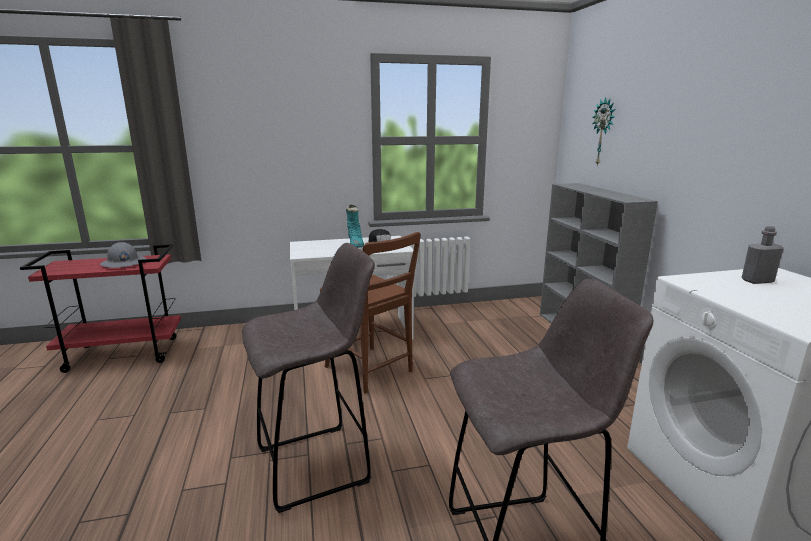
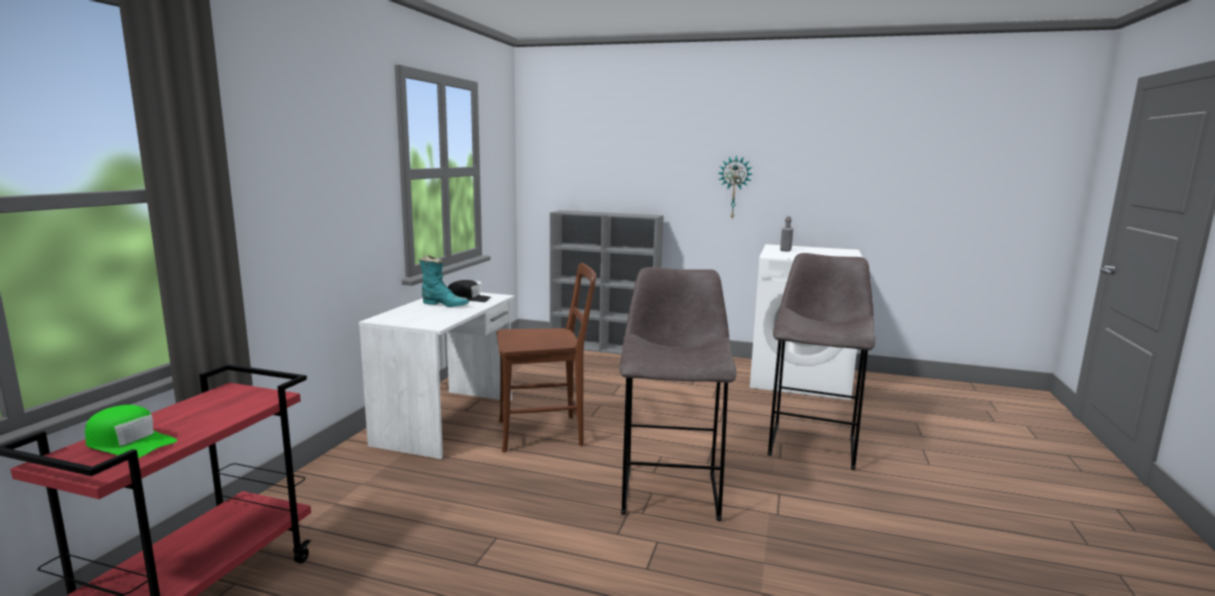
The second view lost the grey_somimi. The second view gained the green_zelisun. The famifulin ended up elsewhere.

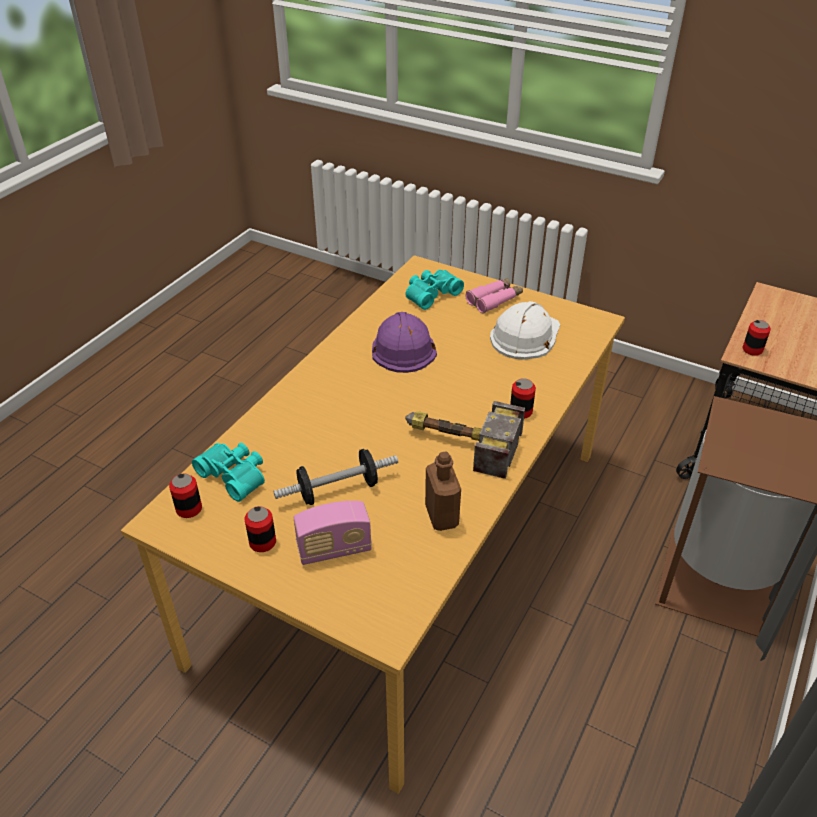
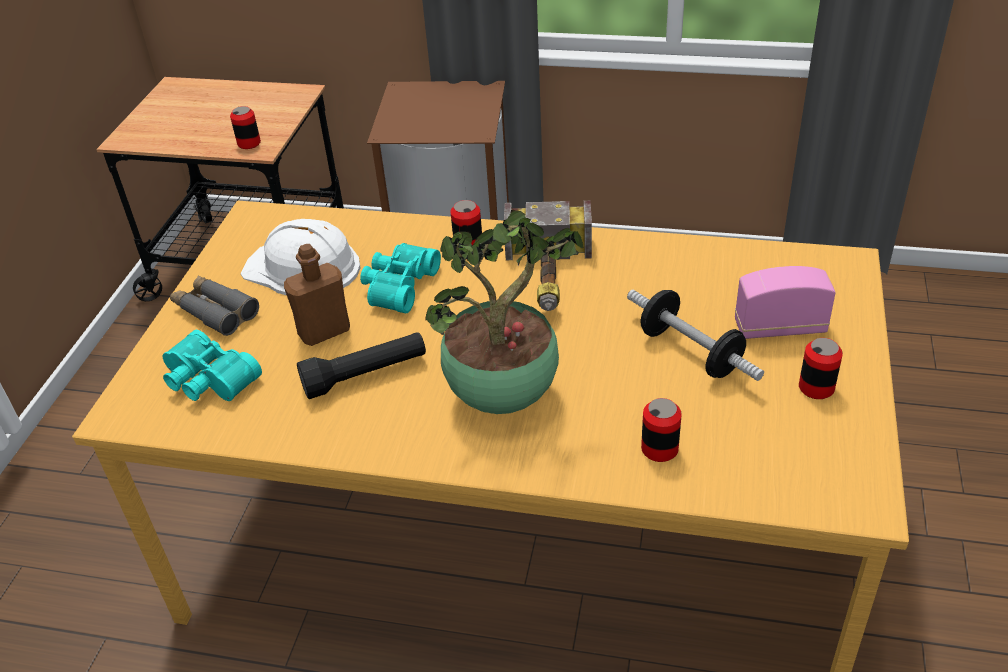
The second view gained the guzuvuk. The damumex (1st from left in the first image) ended up elsewhere. The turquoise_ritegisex (1st from left in the first image) ended up elsewhere. The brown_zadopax ended up elsewhere. Where the purple_somimi stood, the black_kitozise came to stand. What was the pink_ritegisex turned into the grey_ritegisex. The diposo ended up facing another way, 60 degrees counterclockwise from before.

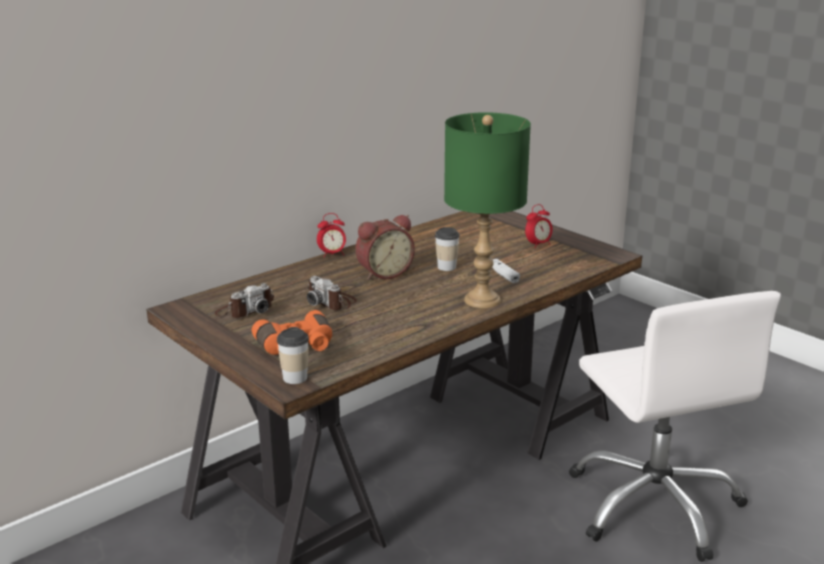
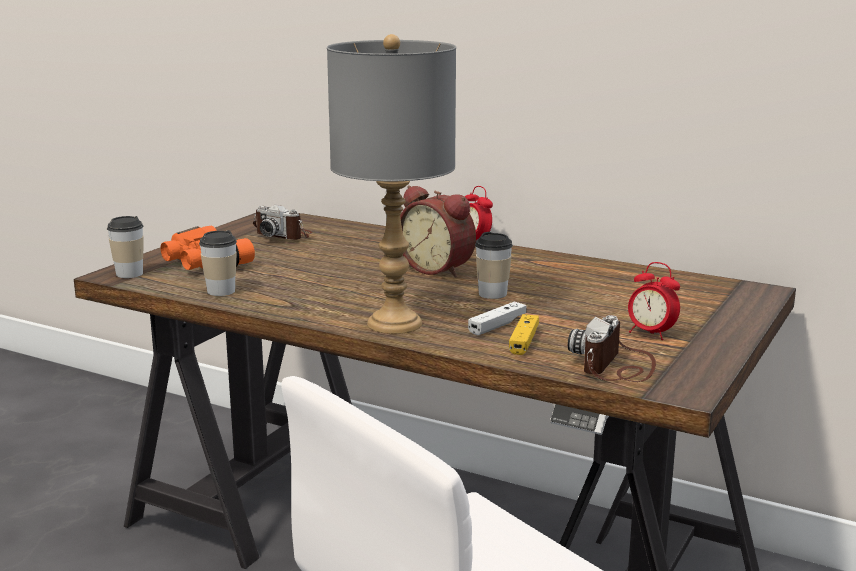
The second view gained the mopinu (2nd from left). The second view gained the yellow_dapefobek. The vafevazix (2nd from left) ended up elsewhere. What was the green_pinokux turned into the grey_pinokux.

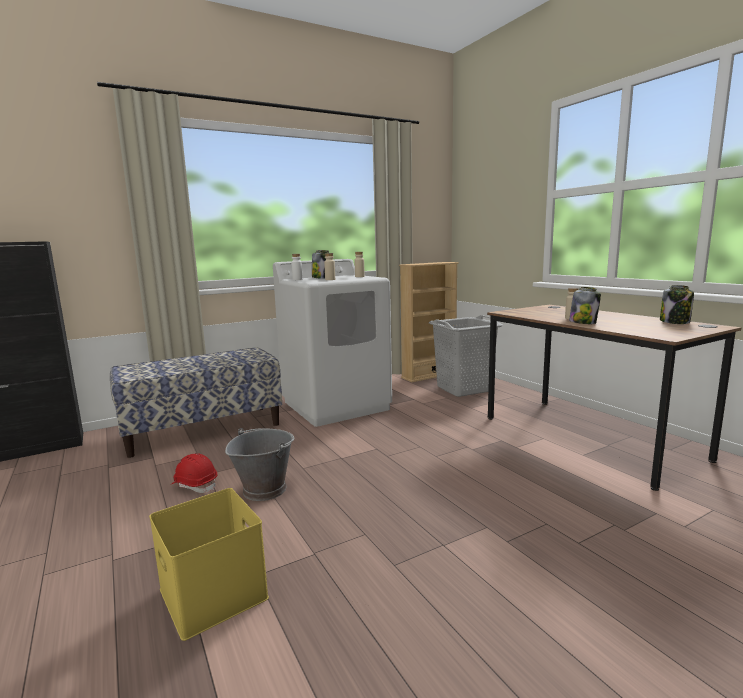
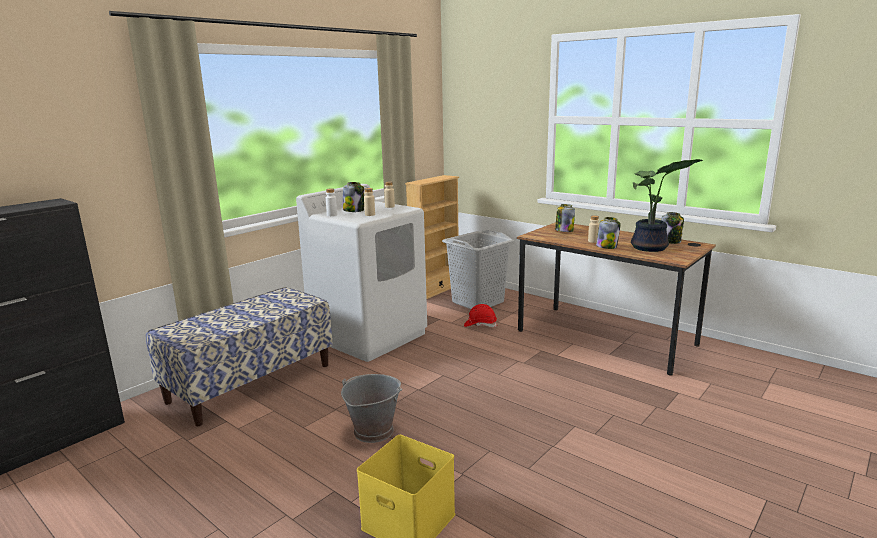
The second view gained the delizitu (2nd from left). The second view gained the guzuvuk. The red_somimi ended up elsewhere.

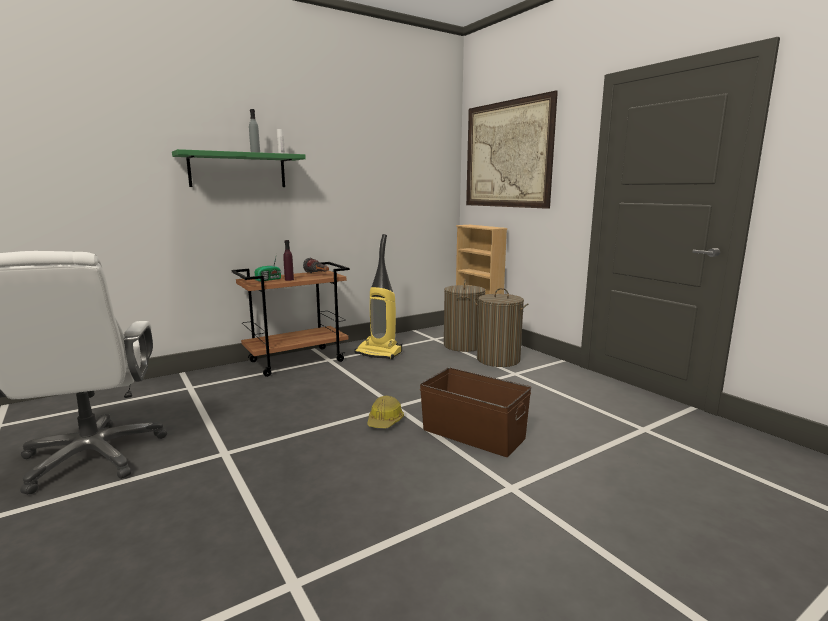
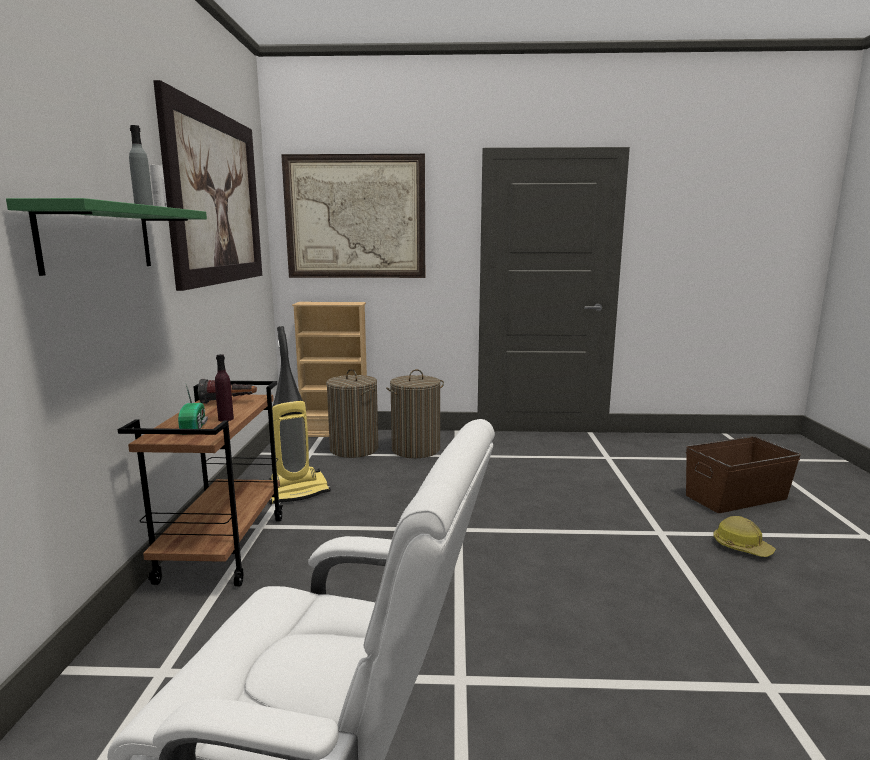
The second view gained the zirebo (1st from left). The somimi ended up elsewhere. The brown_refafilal ended up elsewhere.

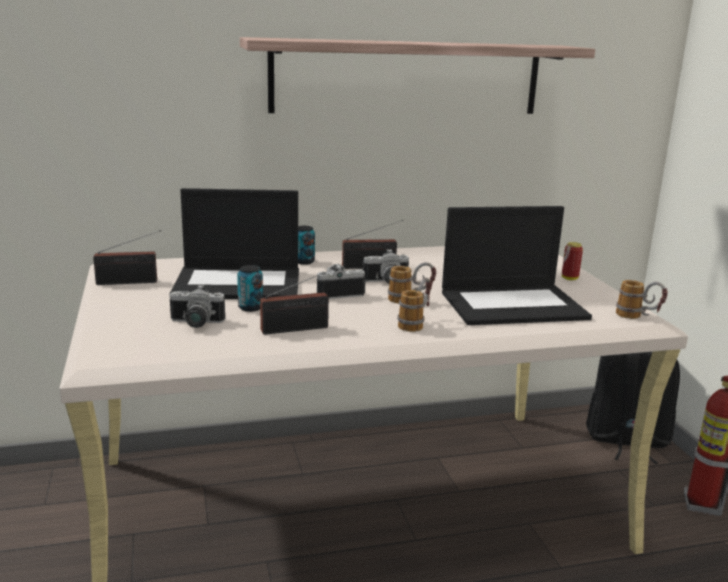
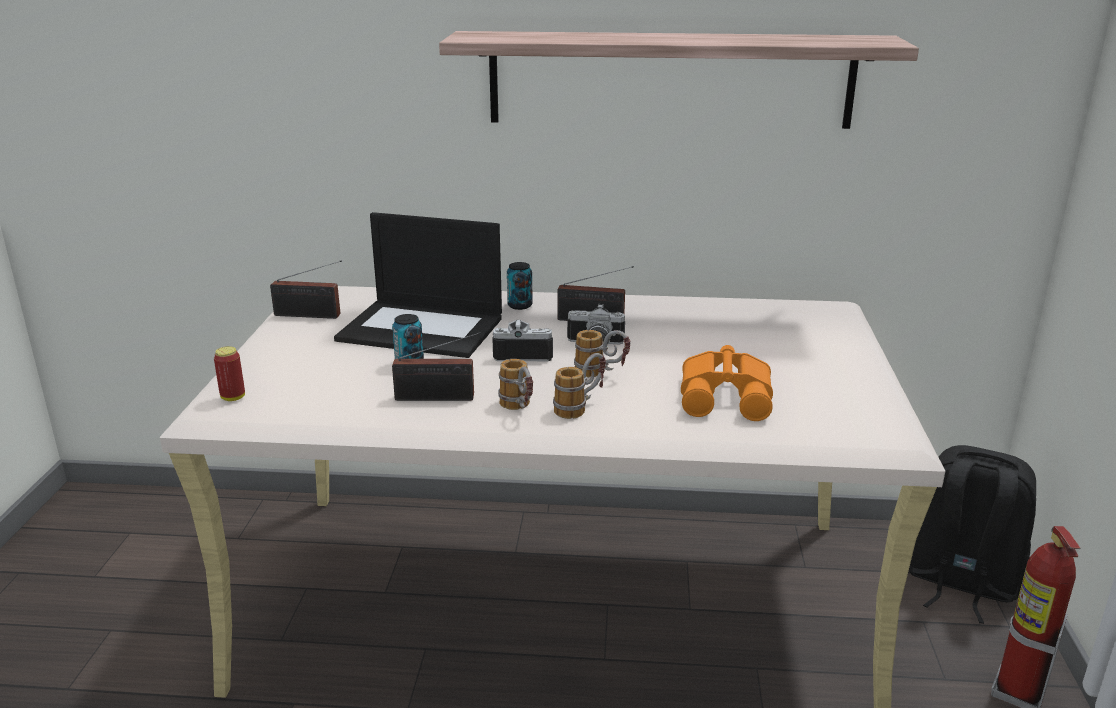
The second view lost the vafevazix (1st from left). The damumex (3rd from left in the first image) ended up elsewhere. The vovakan (3rd from left in the first image) ended up elsewhere. Where the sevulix (2nd from left) stood, the orange_ritegisex came to stand.

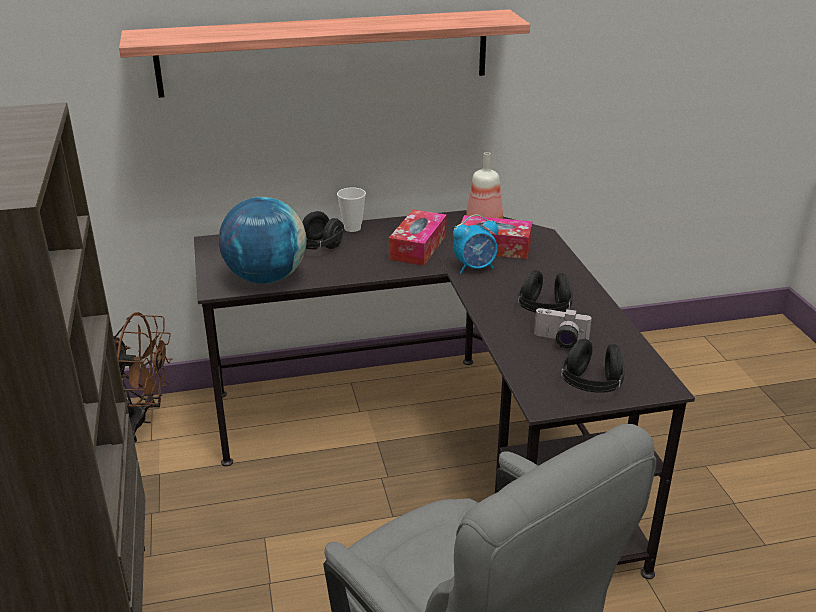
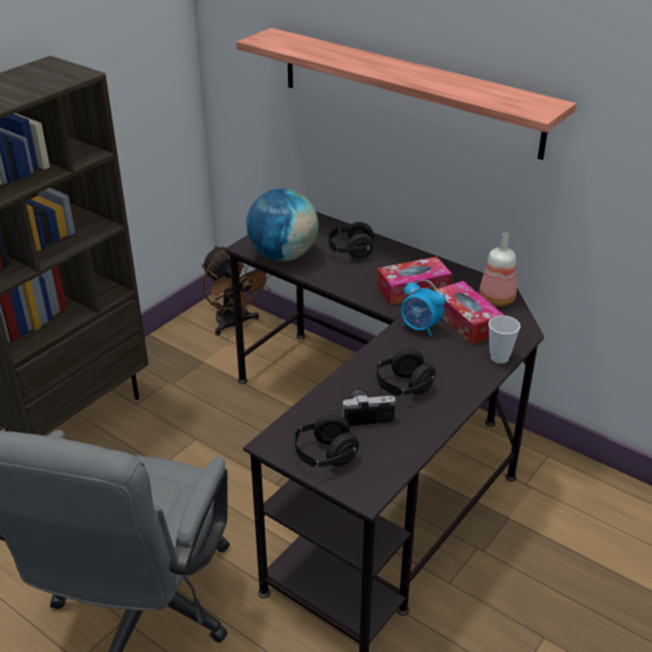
The mopinu ended up elsewhere. The vafevazix ended up facing another way, 105 degrees clockwise from before.

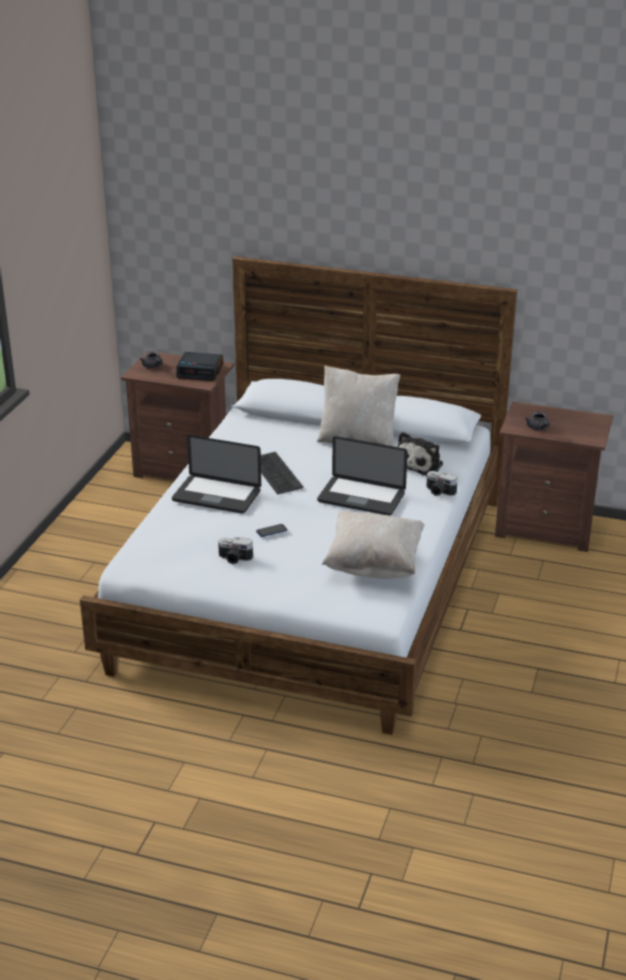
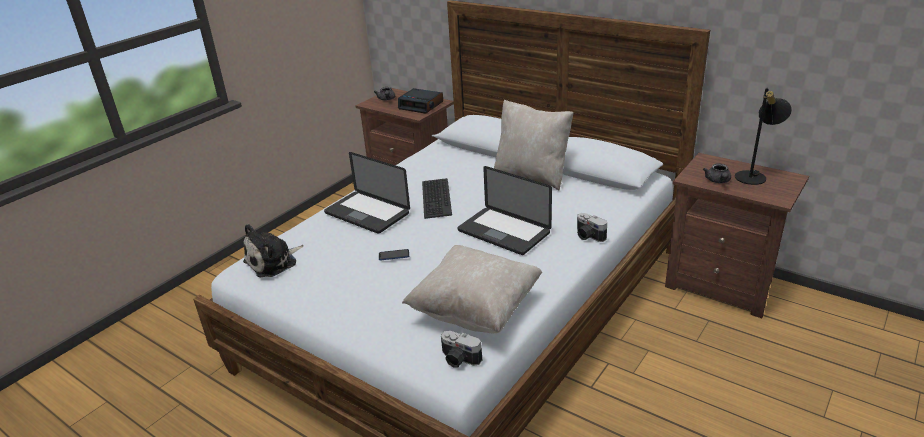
The second view gained the black_pinokux. The vafevazix (1st from left) ended up elsewhere. The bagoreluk ended up elsewhere.

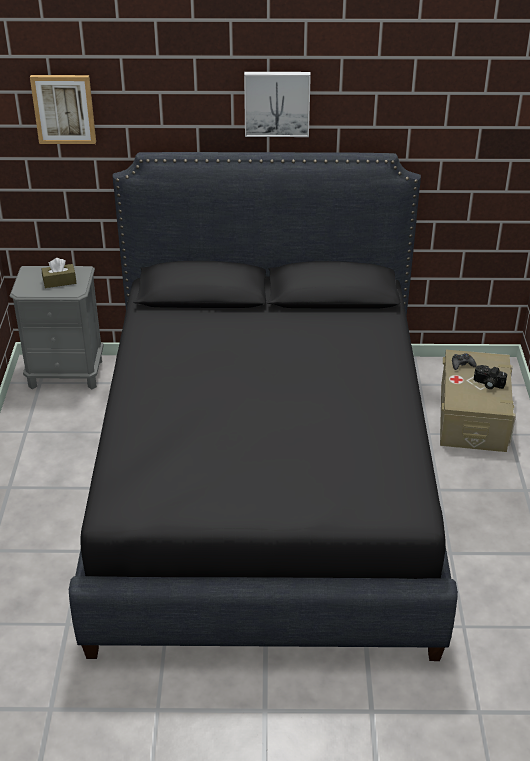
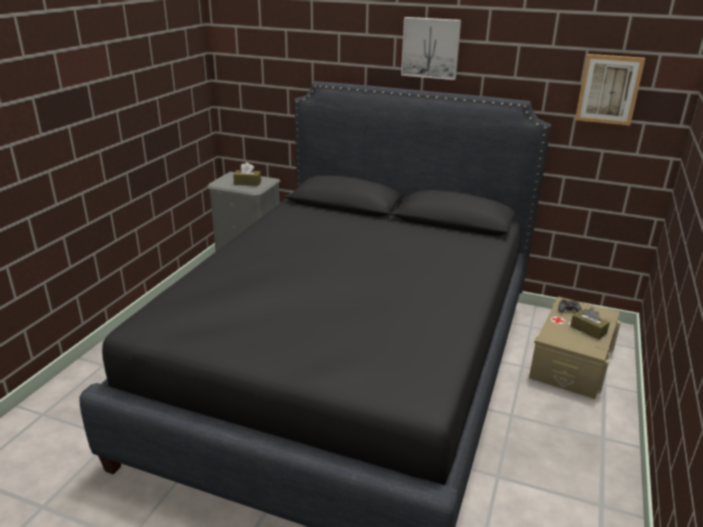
The zirebo (1st from left in the first image) ended up elsewhere. Where the vafevazix stood, the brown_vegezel (2nd from left) came to stand.

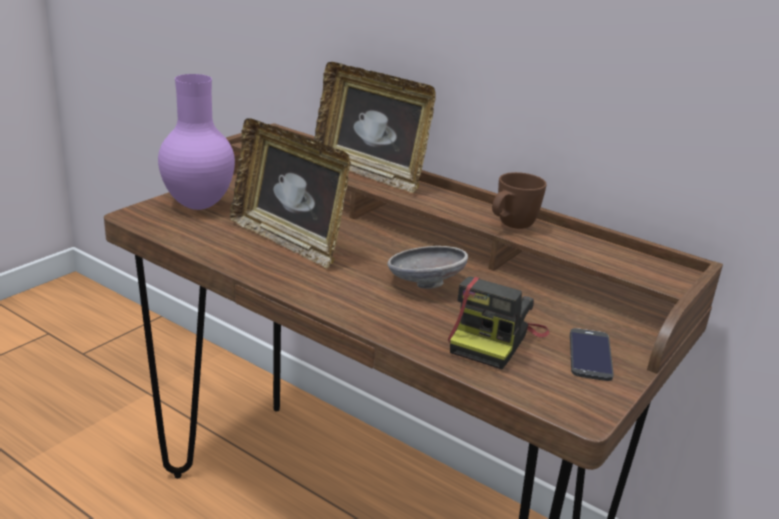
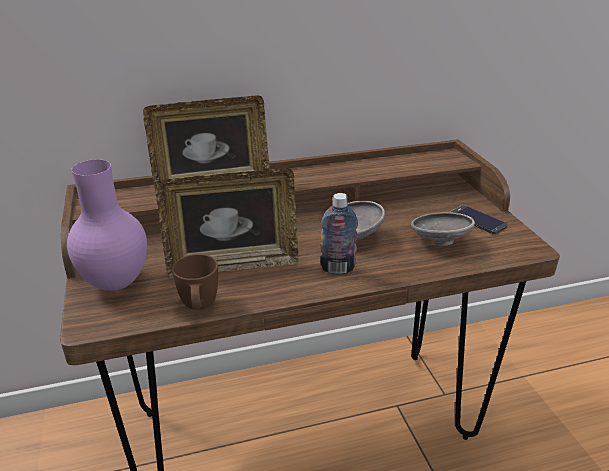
The second view gained the zadopax. The brown_vovakan ended up elsewhere. Where the vafevazix stood, the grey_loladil (2nd from left) came to stand.

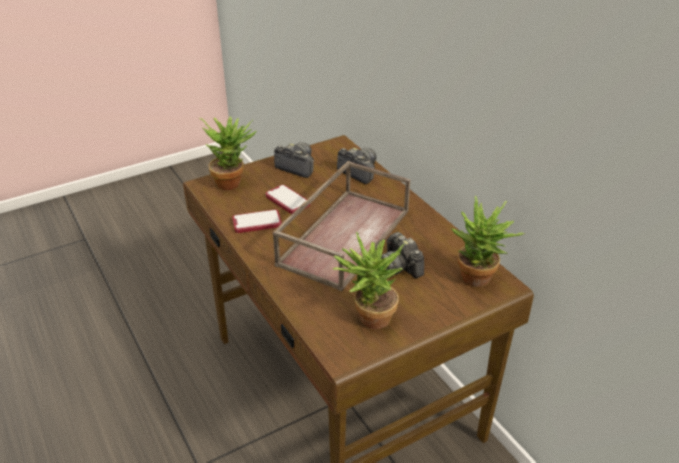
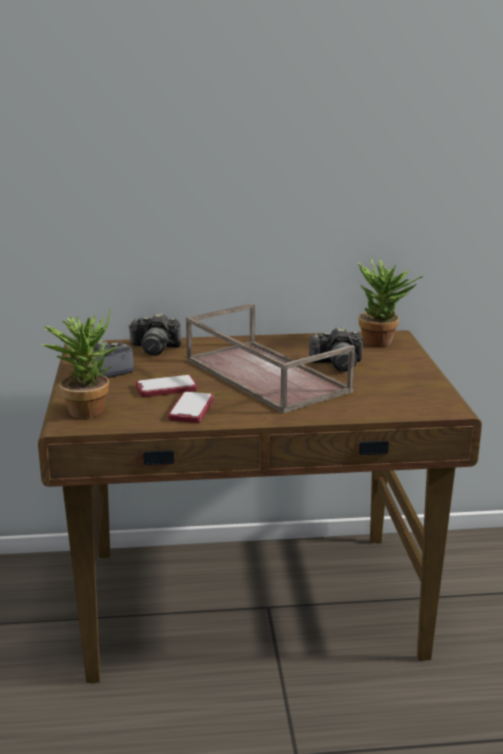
The second view lost the guzuvuk (2nd from left). The vafevazix (2nd from left) ended up facing another way, 150 degrees counterclockwise from before.

